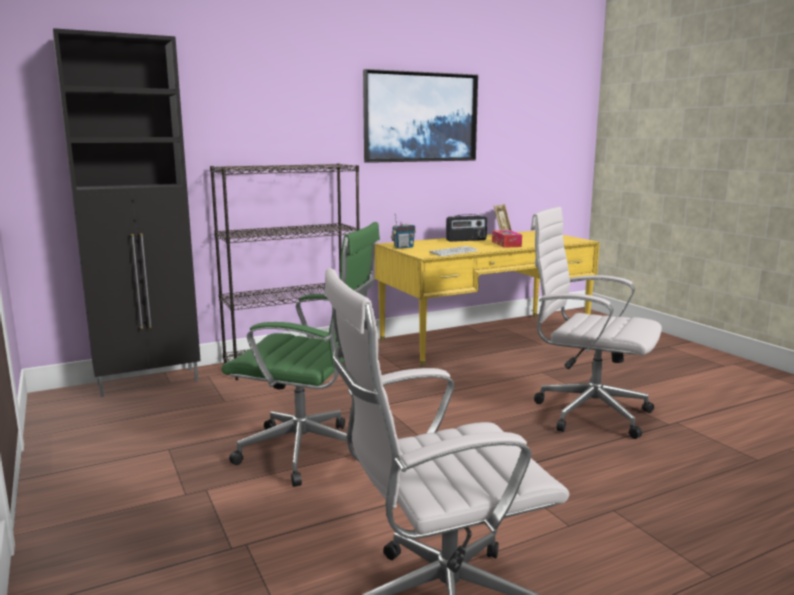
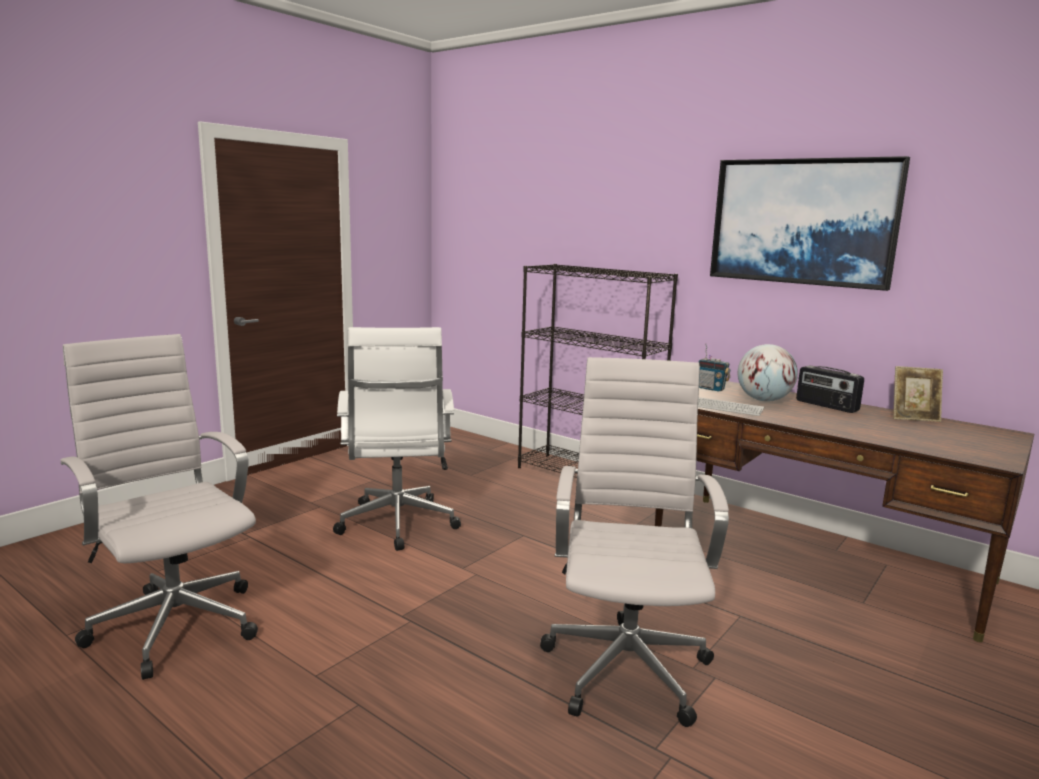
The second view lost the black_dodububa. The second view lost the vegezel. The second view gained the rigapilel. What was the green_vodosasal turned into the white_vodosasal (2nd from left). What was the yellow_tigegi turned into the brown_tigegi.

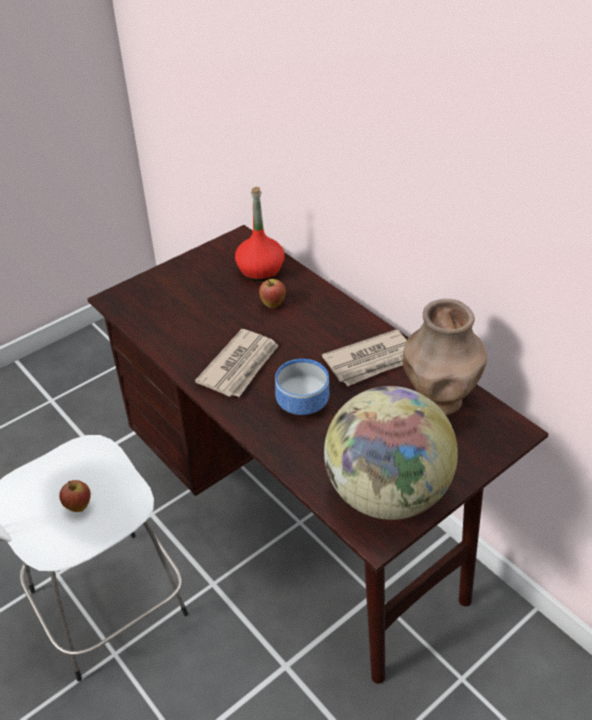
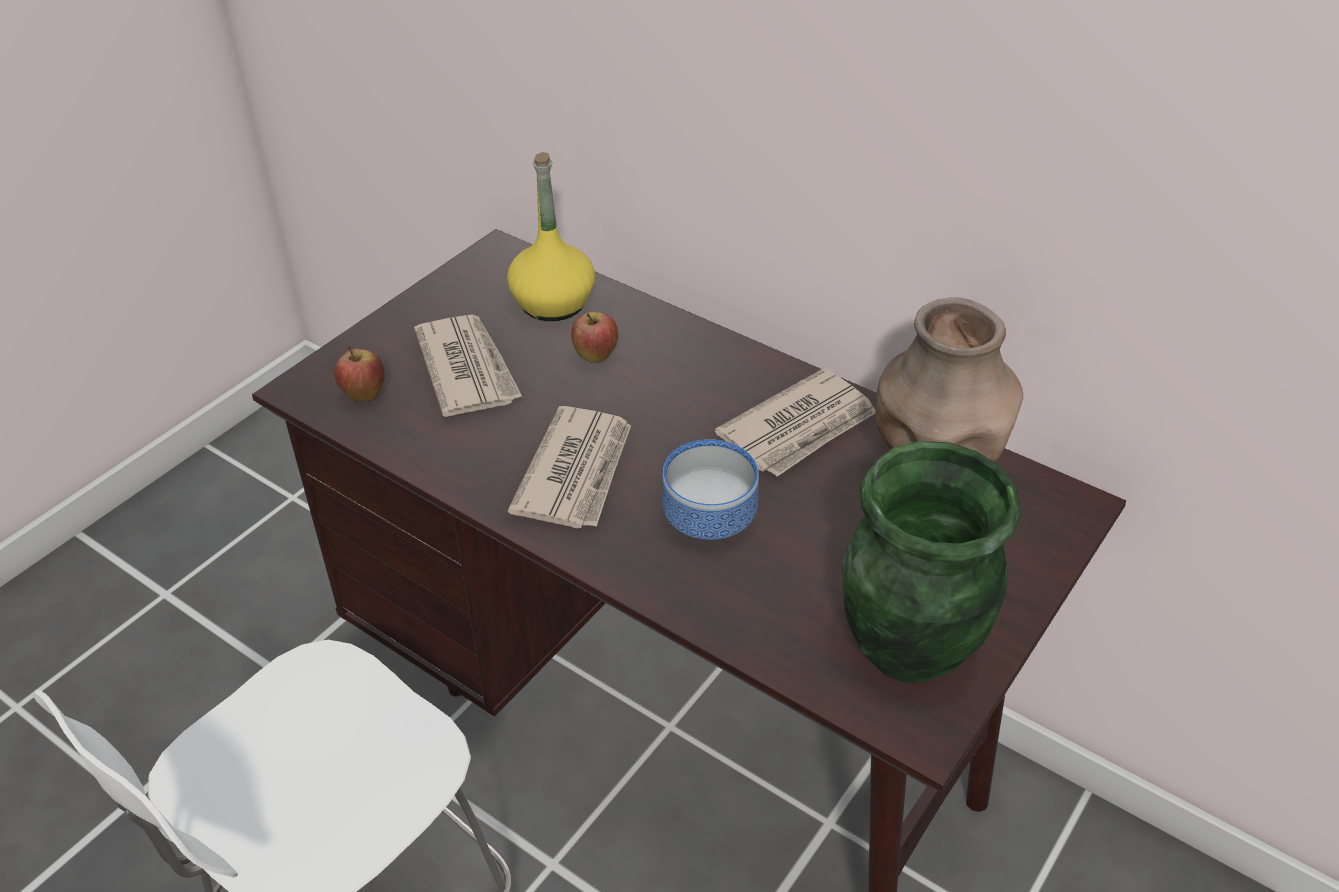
The second view gained the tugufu (1st from left). The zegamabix (1st from left) ended up elsewhere. Where the rigapilel stood, the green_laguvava came to stand. What was the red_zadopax turned into the yellow_zadopax.

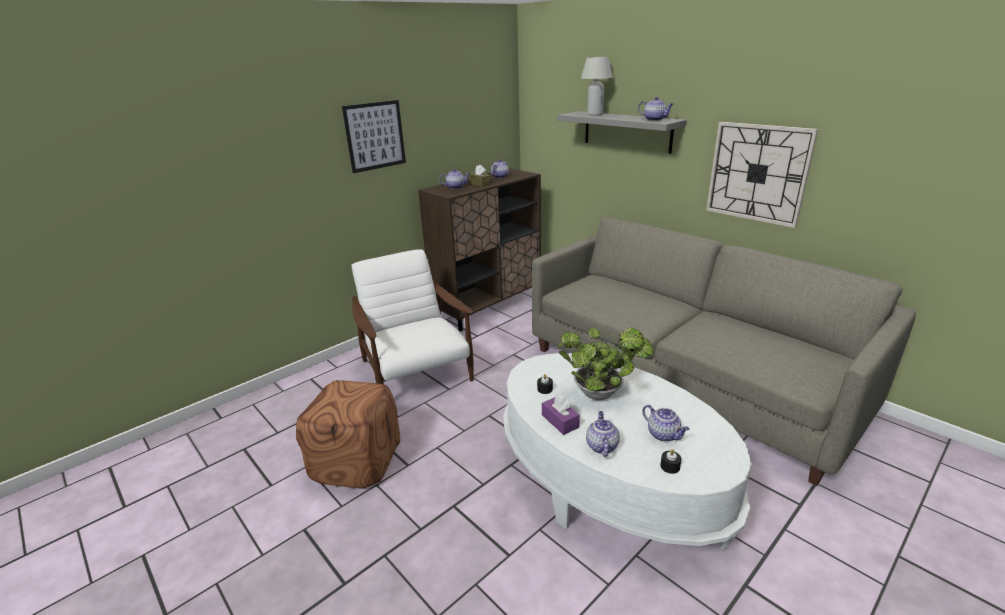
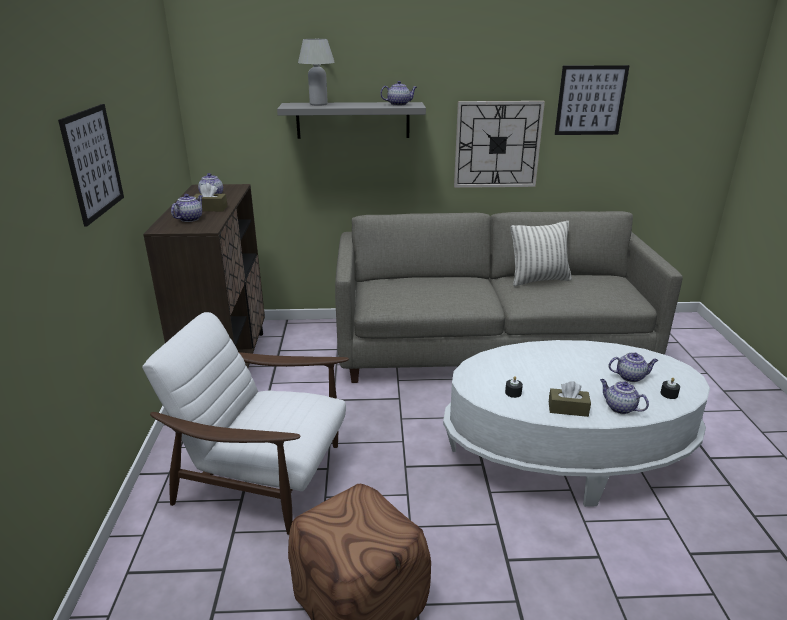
The second view lost the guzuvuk. The second view gained the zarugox. The second view gained the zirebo (2nd from left). What was the purple_vegezel turned into the brown_vegezel (2nd from left).

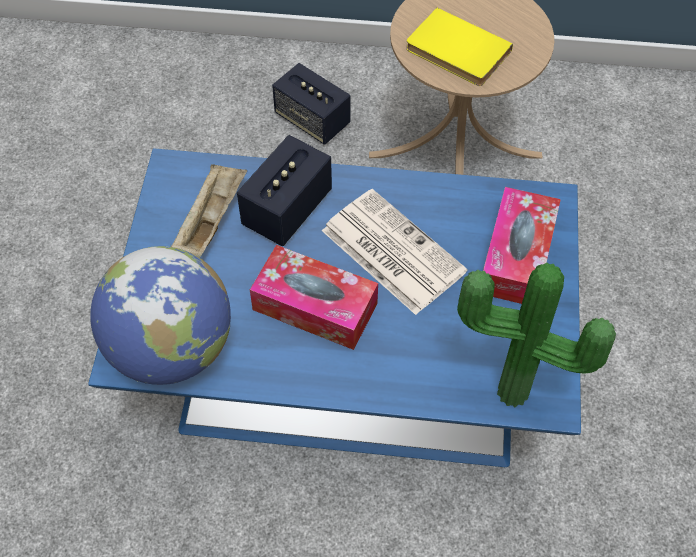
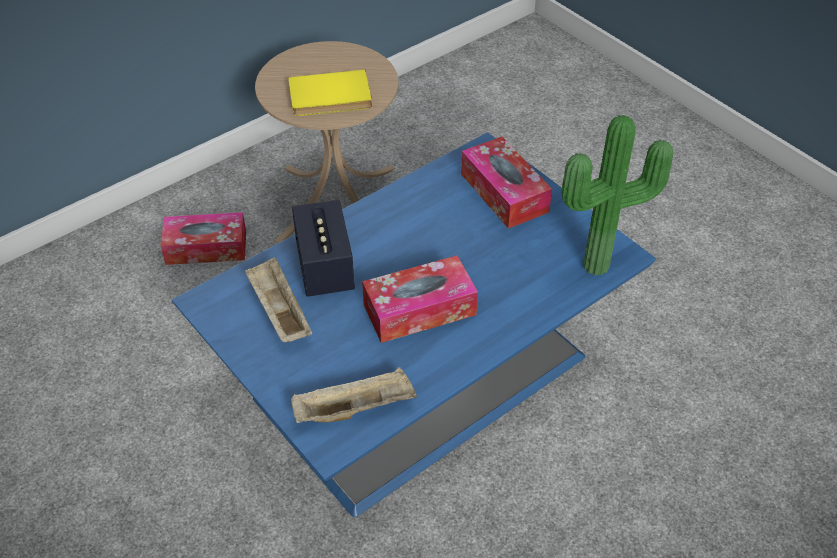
The second view lost the tugufu. Where the rigapilel stood, the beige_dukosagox (2nd from left) came to stand. Where the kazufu (2nd from left) stood, the vegezel (1st from left) came to stand.

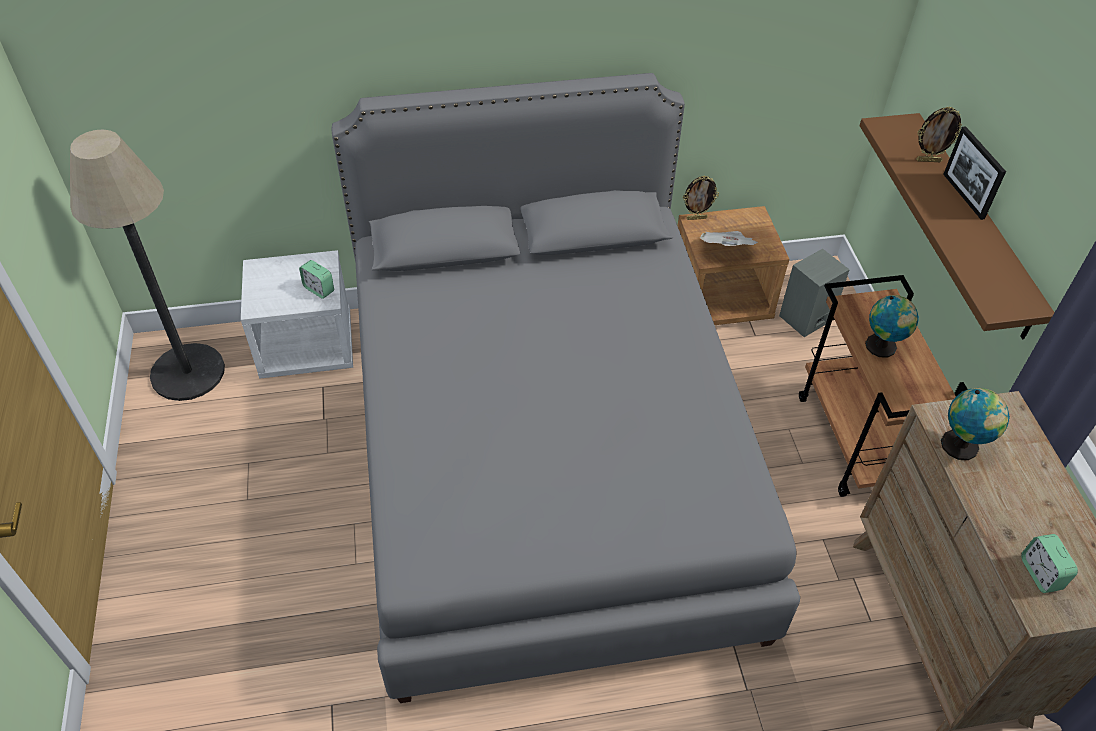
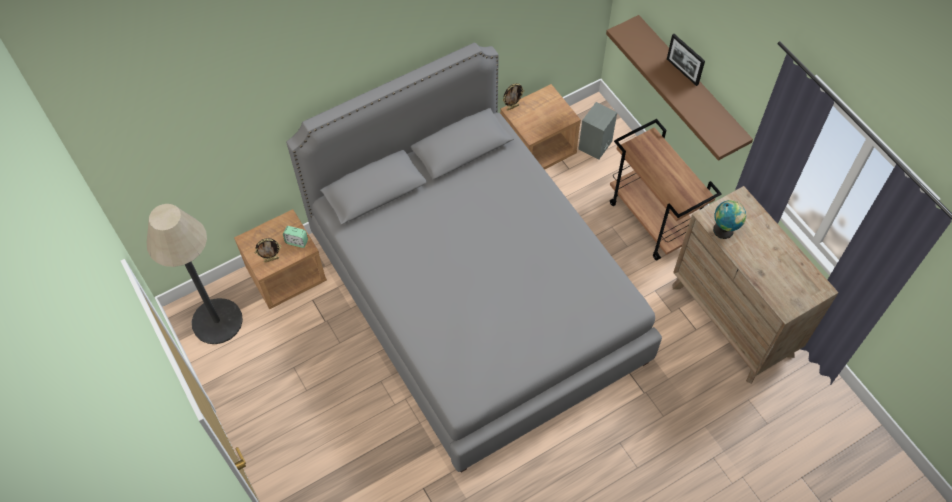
The second view lost the tugufu. The second view lost the rigapilel (1st from left). The second view lost the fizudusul (2nd from left). The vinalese (2nd from left in the first image) ended up elsewhere. What was the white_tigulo turned into the brown_tigulo (1st from left).

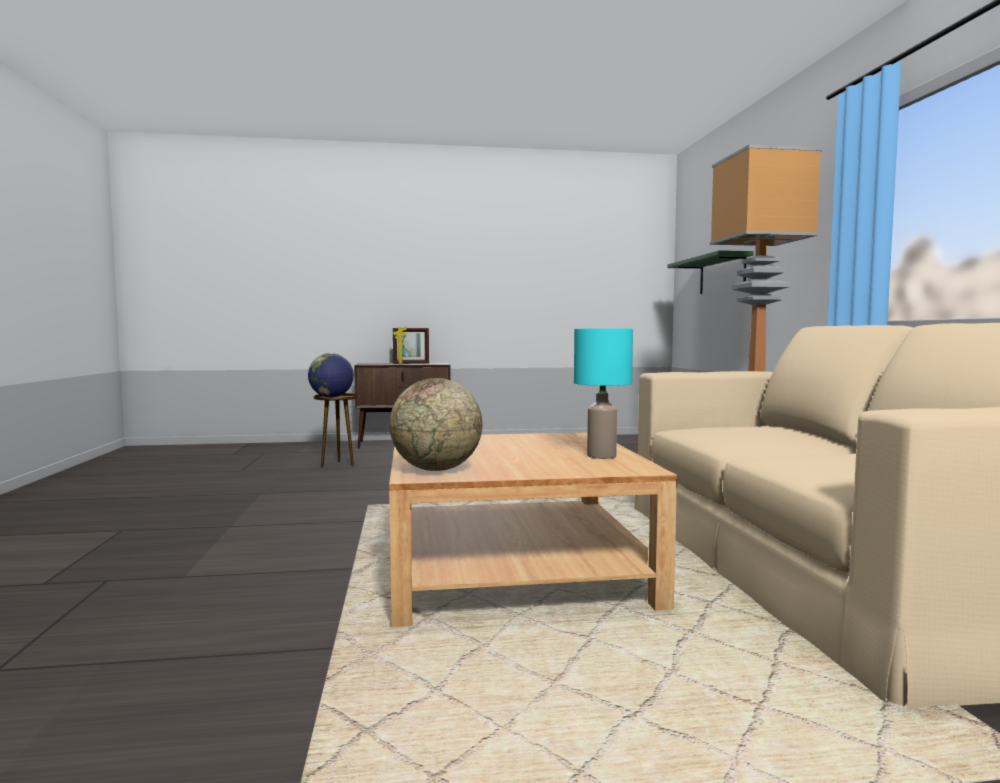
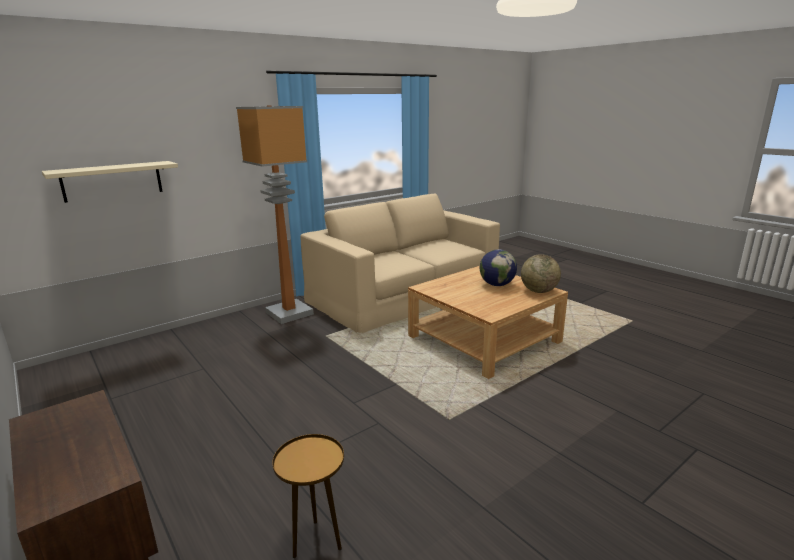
The second view lost the vinalese. The second view lost the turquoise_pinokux. The rigapilel (1st from left) ended up elsewhere. What was the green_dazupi turned into the beige_dazupi.

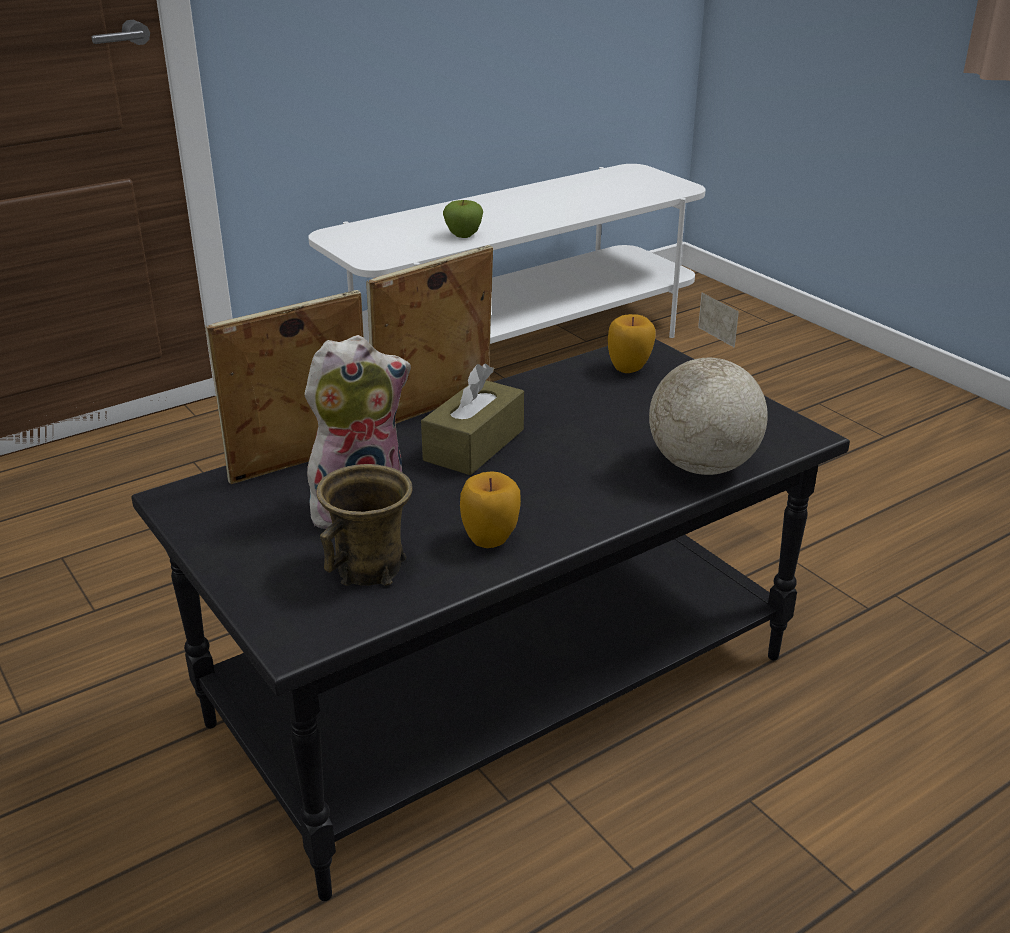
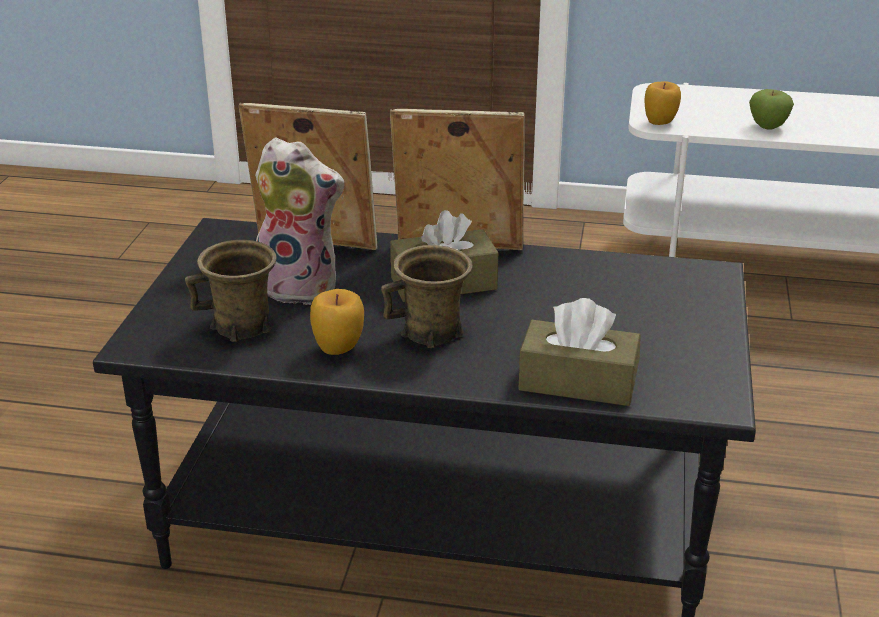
The second view gained the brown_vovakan (2nd from left). The zegamabix (3rd from left in the first image) ended up elsewhere. Where the rigapilel stood, the brown_vegezel (2nd from left) came to stand.

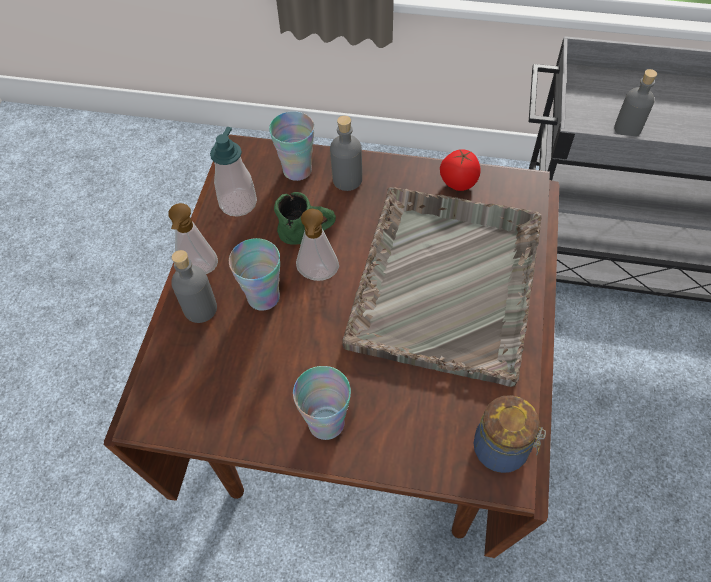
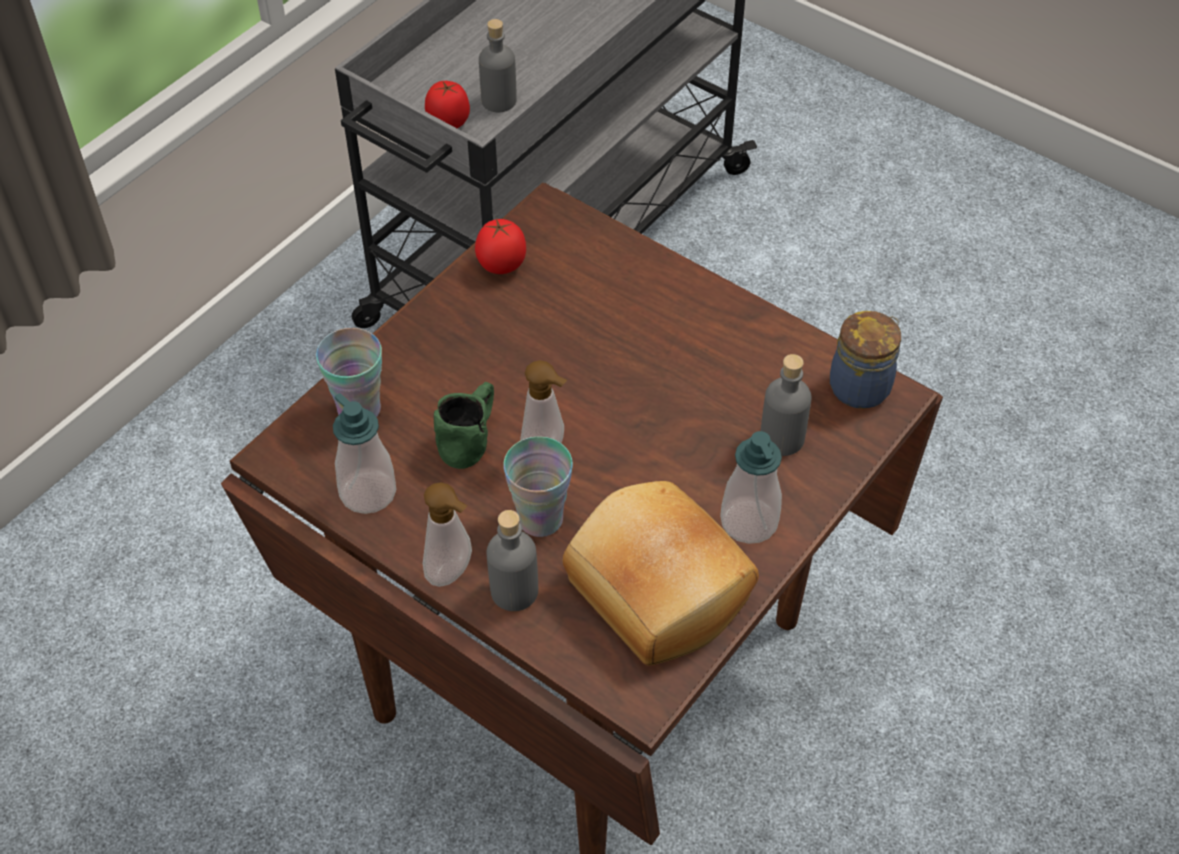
The second view lost the grey_dukosagox. The second view gained the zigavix (1st from left). The second view gained the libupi. The grey_zadopax (2nd from left in the first image) ended up elsewhere. Where the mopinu (3rd from left) stood, the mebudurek (4th from left) came to stand.

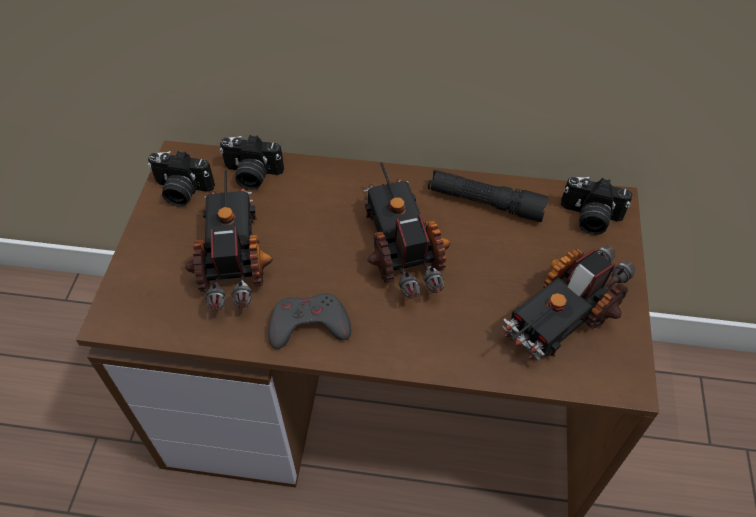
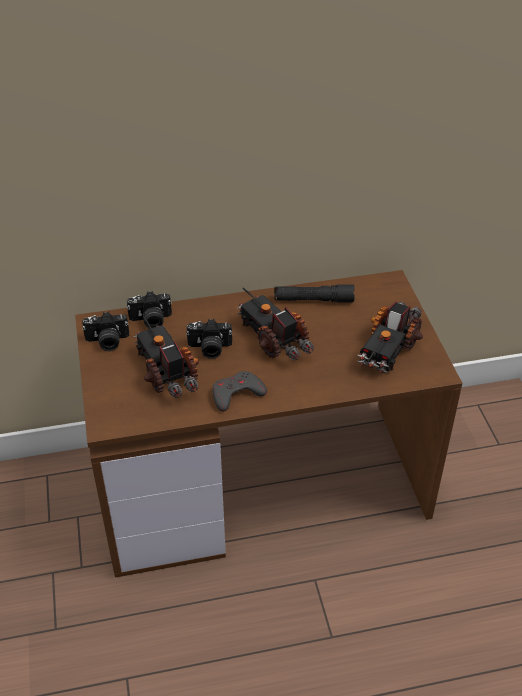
The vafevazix (3rd from left) ended up elsewhere.

